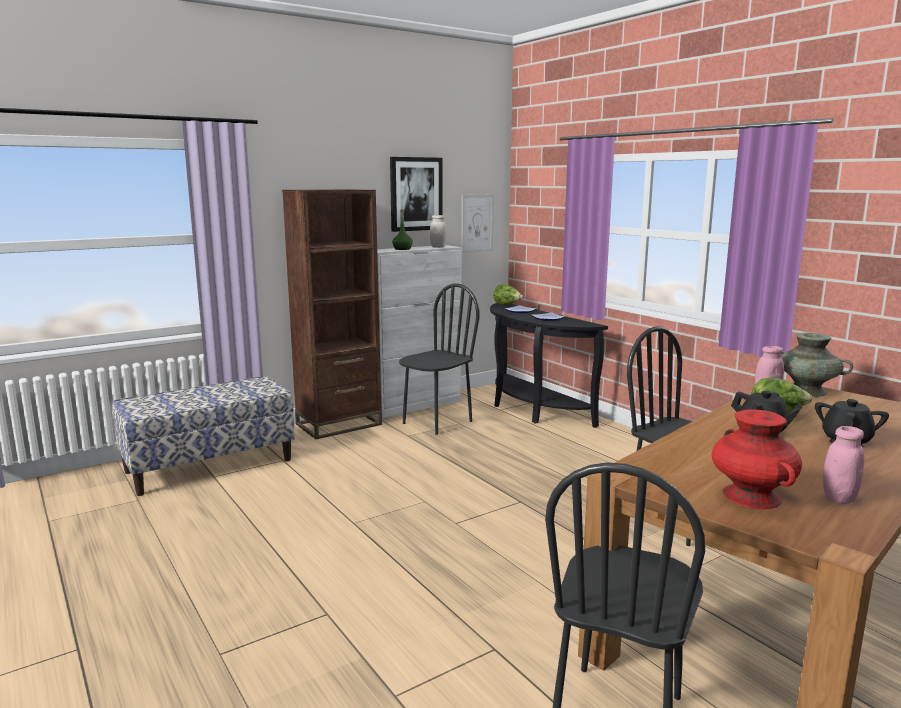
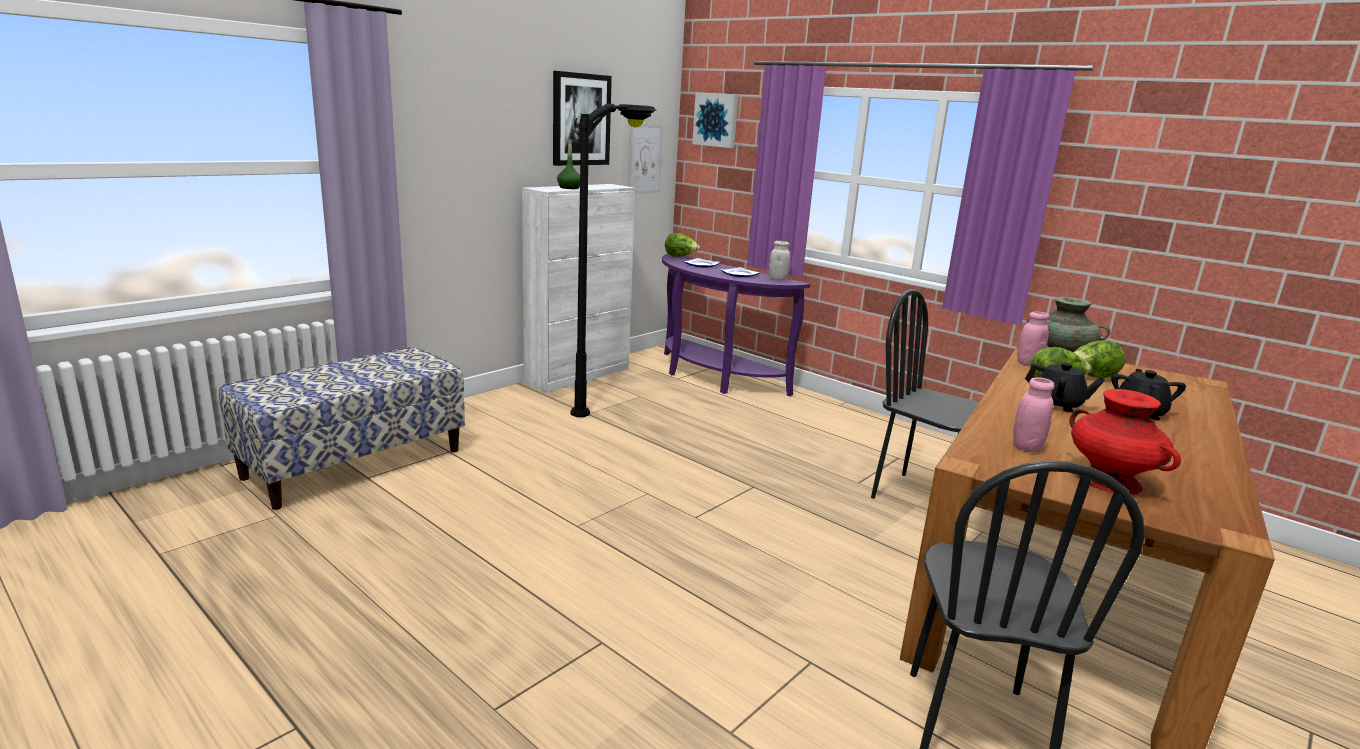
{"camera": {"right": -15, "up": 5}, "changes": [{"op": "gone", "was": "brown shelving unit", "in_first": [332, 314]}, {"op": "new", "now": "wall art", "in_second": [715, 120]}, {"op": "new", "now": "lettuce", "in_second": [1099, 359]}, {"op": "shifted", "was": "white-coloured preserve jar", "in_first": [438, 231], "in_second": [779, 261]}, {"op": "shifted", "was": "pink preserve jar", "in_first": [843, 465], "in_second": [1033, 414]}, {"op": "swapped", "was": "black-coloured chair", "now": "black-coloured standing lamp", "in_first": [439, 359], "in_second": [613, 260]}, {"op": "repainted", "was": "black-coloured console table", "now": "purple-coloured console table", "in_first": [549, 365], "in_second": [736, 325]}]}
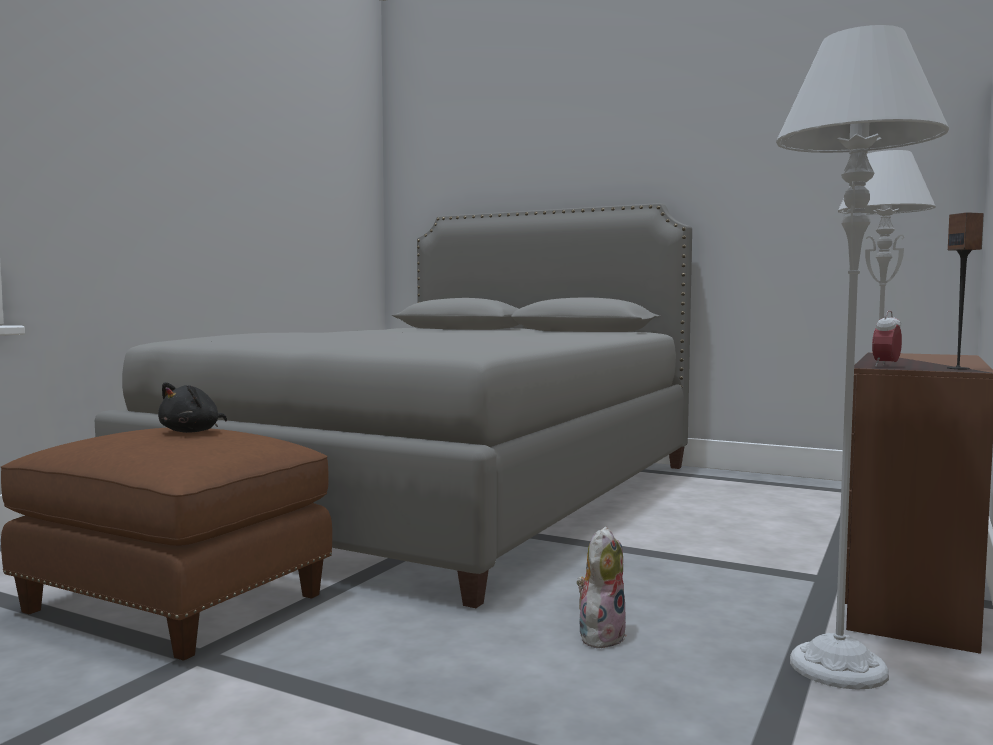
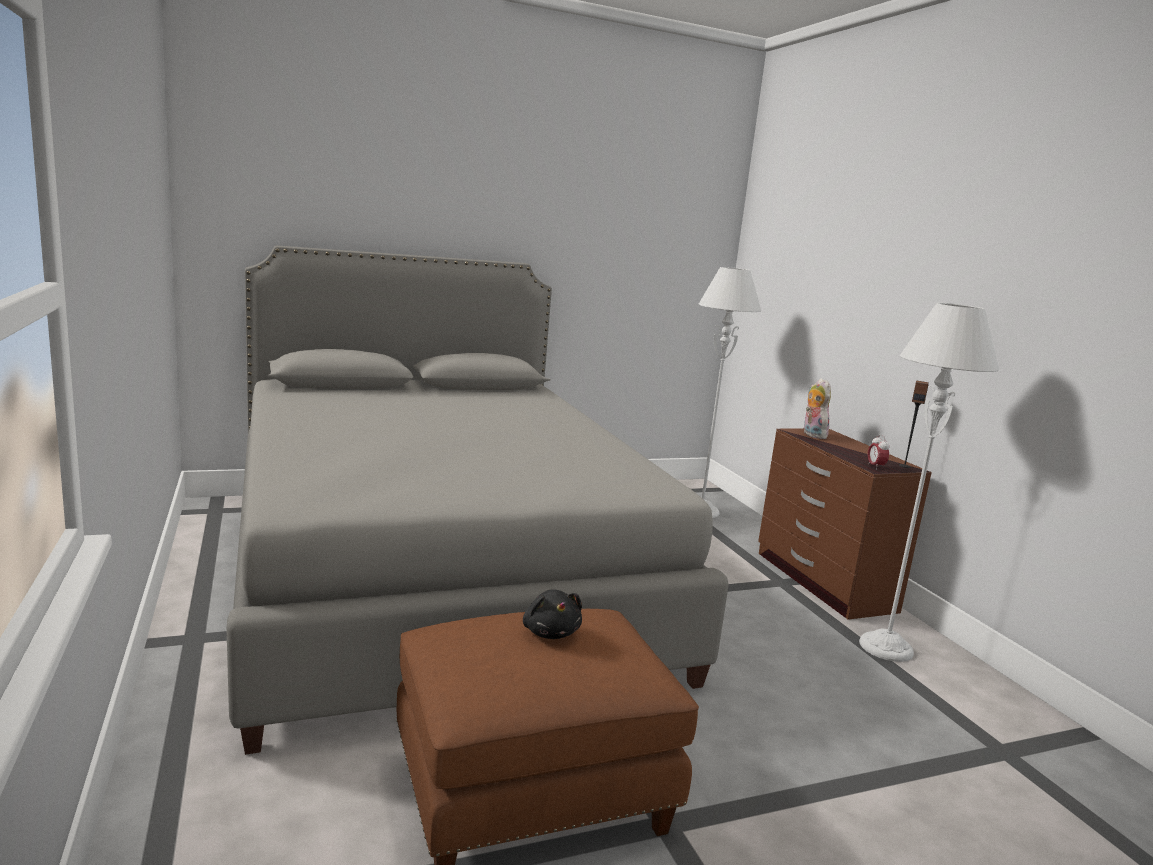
{"camera": {"right": -50, "up": 10}, "changes": [{"op": "shifted", "was": "soft toy", "in_first": [601, 587], "in_second": [817, 408]}]}
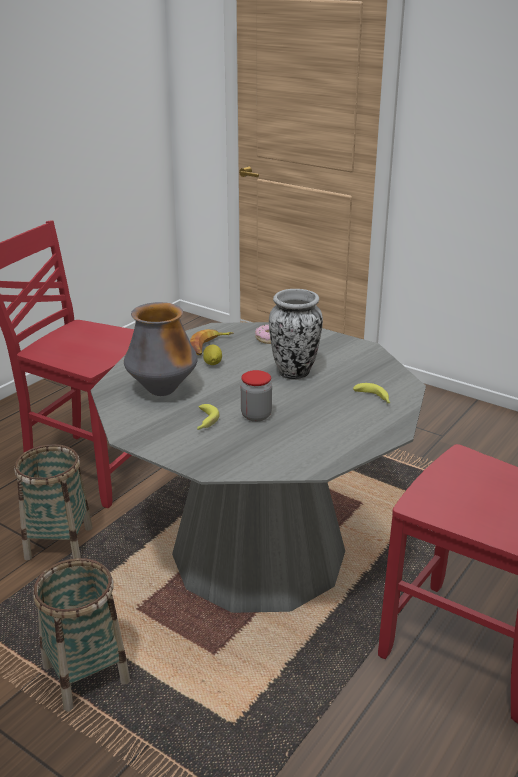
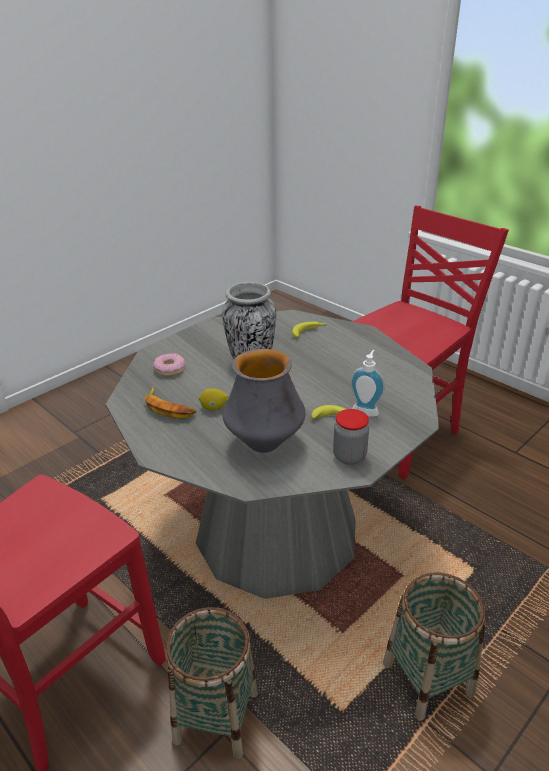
{"camera": {"right": -80, "up": 5}, "changes": [{"op": "new", "now": "soap bottle", "in_second": [367, 383]}, {"op": "shifted", "was": "preserve jar", "in_first": [256, 396], "in_second": [351, 437]}]}
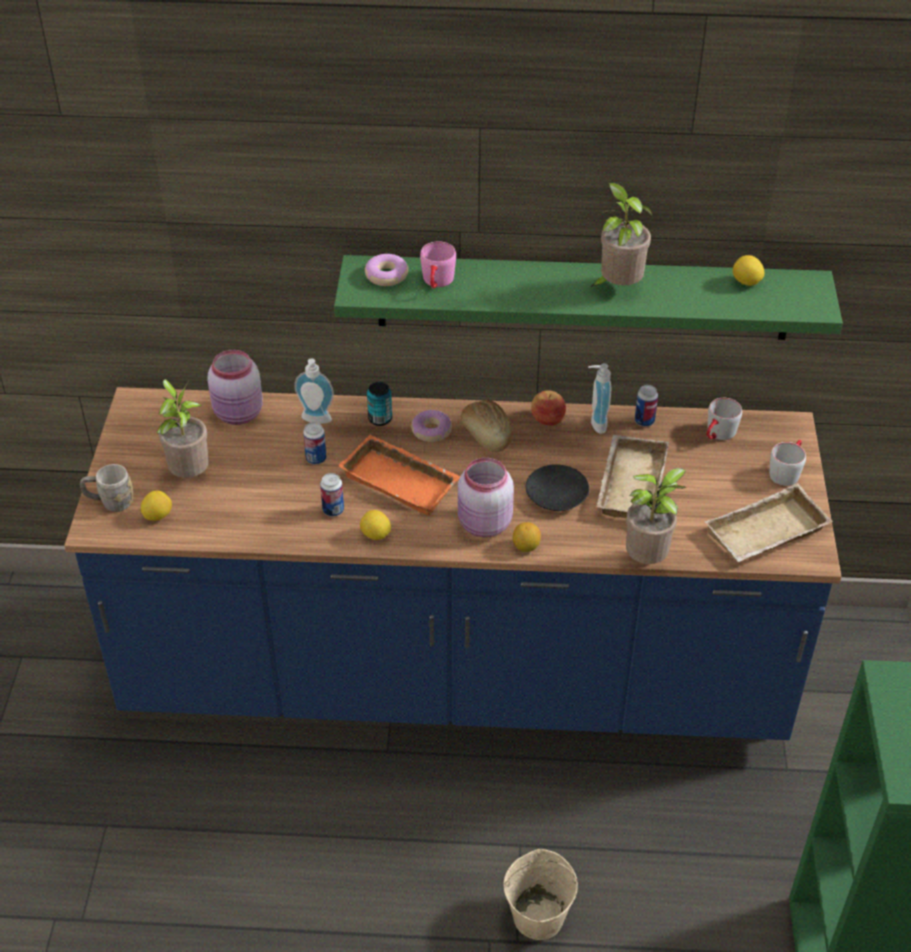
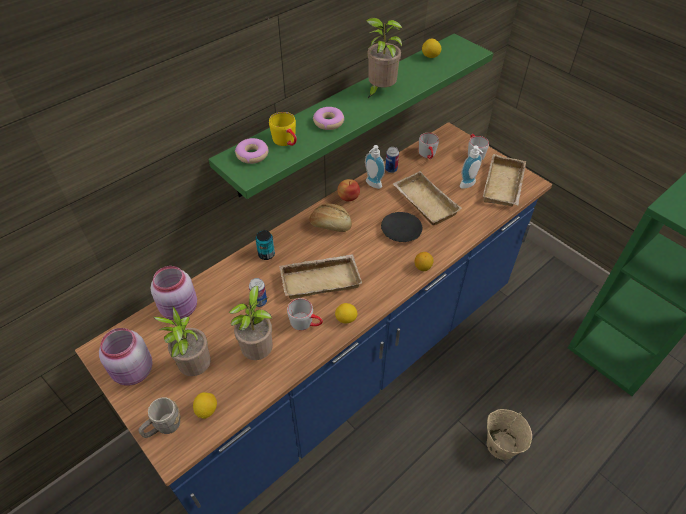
{"camera": {"right": -45, "up": 5}, "changes": [{"op": "shifted", "was": "soap bottle", "in_first": [314, 391], "in_second": [471, 167]}, {"op": "shifted", "was": "ring doughnut", "in_first": [431, 426], "in_second": [328, 118]}, {"op": "shifted", "was": "pink preserve jar", "in_first": [486, 497], "in_second": [126, 357]}, {"op": "shifted", "was": "potted plant", "in_first": [656, 516], "in_second": [251, 323]}, {"op": "swapped", "was": "can", "now": "gray mug", "in_first": [332, 495], "in_second": [305, 314]}, {"op": "repainted", "was": "orange serving tray", "now": "beige-coloured serving tray", "in_first": [399, 475], "in_second": [320, 276]}, {"op": "repainted", "was": "pink mug", "now": "yellow-coloured mug", "in_first": [438, 265], "in_second": [283, 129]}]}
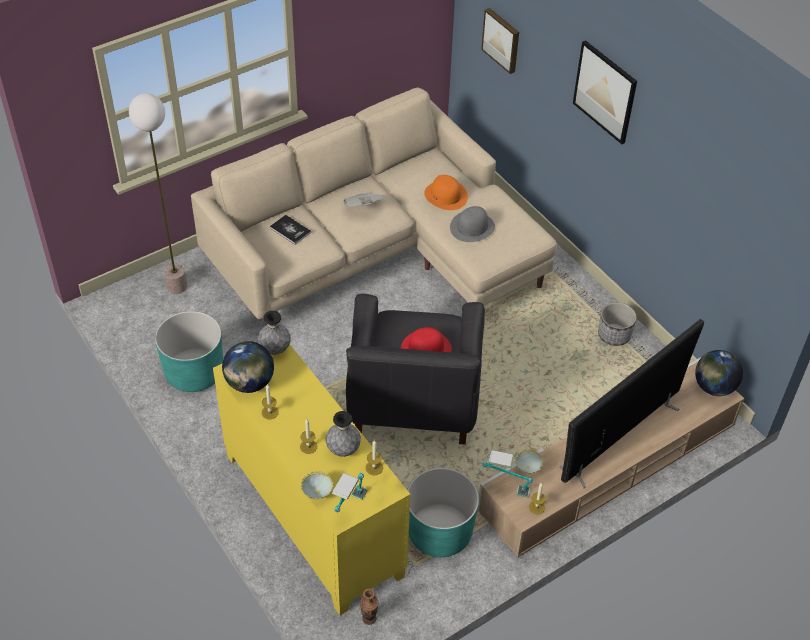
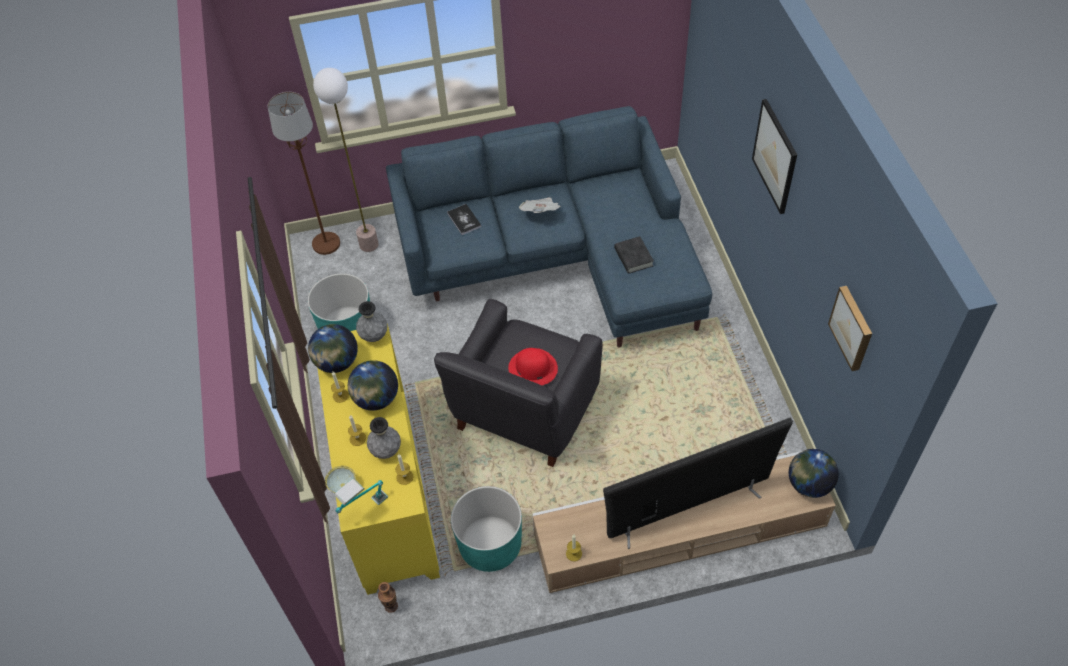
{"camera": {"right": 25, "up": 5}, "changes": [{"op": "gone", "was": "orange hat", "in_first": [446, 192]}, {"op": "gone", "was": "table lamp", "in_first": [507, 473]}, {"op": "gone", "was": "serving bowl", "in_first": [529, 461]}, {"op": "gone", "was": "flower pot", "in_first": [617, 324]}, {"op": "new", "now": "brown standing lamp", "in_second": [304, 173]}, {"op": "new", "now": "desk globe", "in_second": [373, 385]}, {"op": "shifted", "was": "wall art", "in_first": [500, 41], "in_second": [850, 328]}, {"op": "swapped", "was": "gray hat", "now": "black-coloured book", "in_first": [472, 224], "in_second": [634, 255]}, {"op": "repainted", "was": "beige-coloured settee", "now": "bluish settee", "in_first": [374, 203], "in_second": [549, 227]}]}
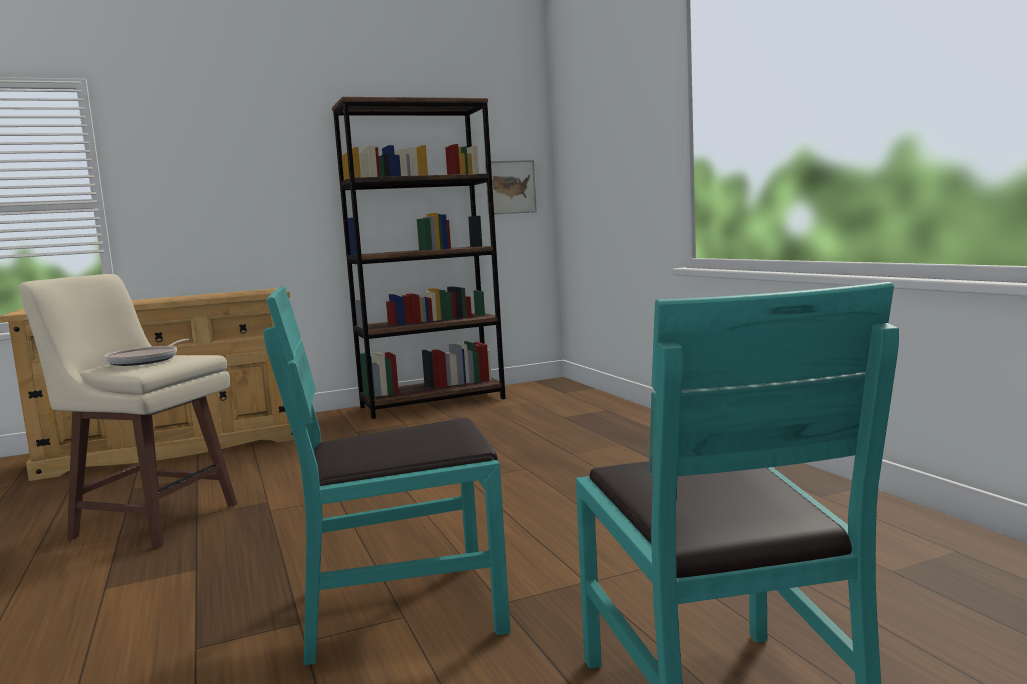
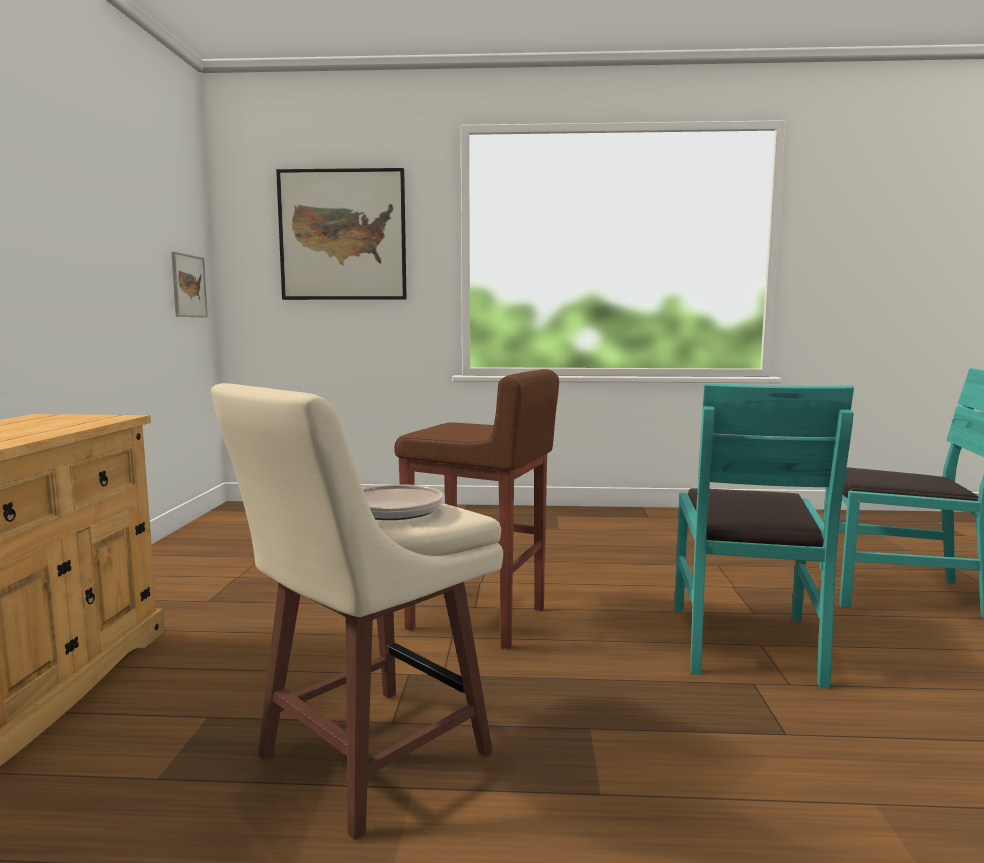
{"camera": {"right": -65, "up": 0}, "changes": [{"op": "gone", "was": "brown shelving unit", "in_first": [419, 258]}, {"op": "new", "now": "wall art", "in_second": [341, 234]}, {"op": "new", "now": "brown stool", "in_second": [476, 509]}]}
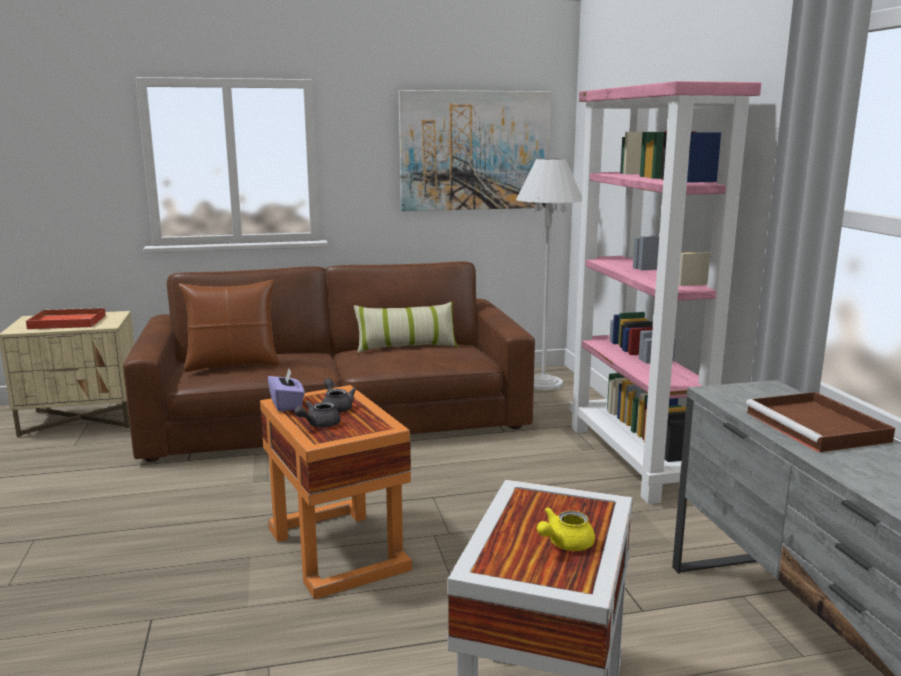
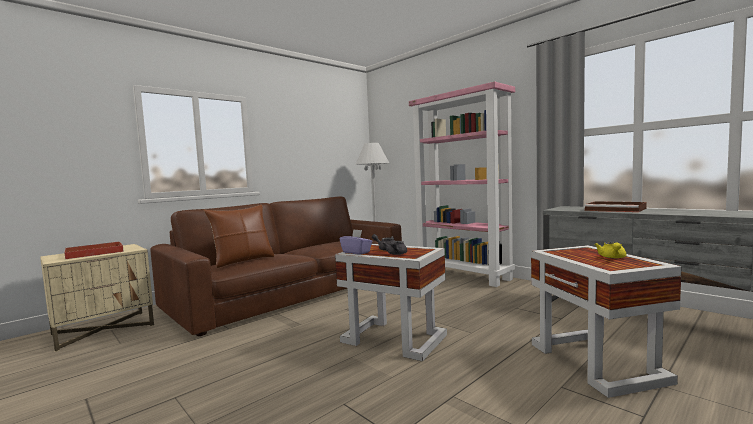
{"camera": {"right": -30, "up": -10}, "changes": [{"op": "gone", "was": "pillow", "in_first": [406, 327]}, {"op": "gone", "was": "wall art", "in_first": [475, 150]}, {"op": "repainted", "was": "orange side table", "now": "white-coloured side table", "in_first": [336, 492], "in_second": [391, 302]}]}
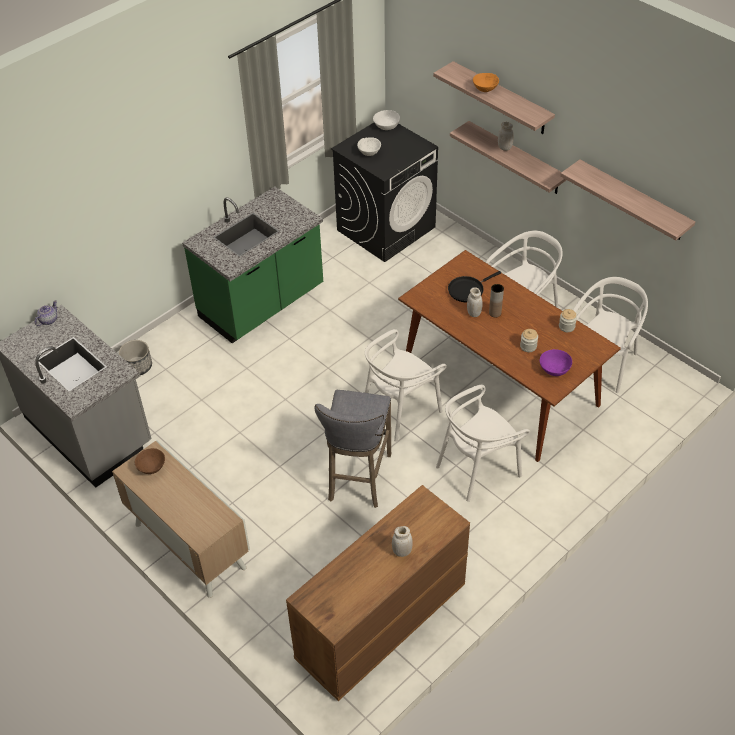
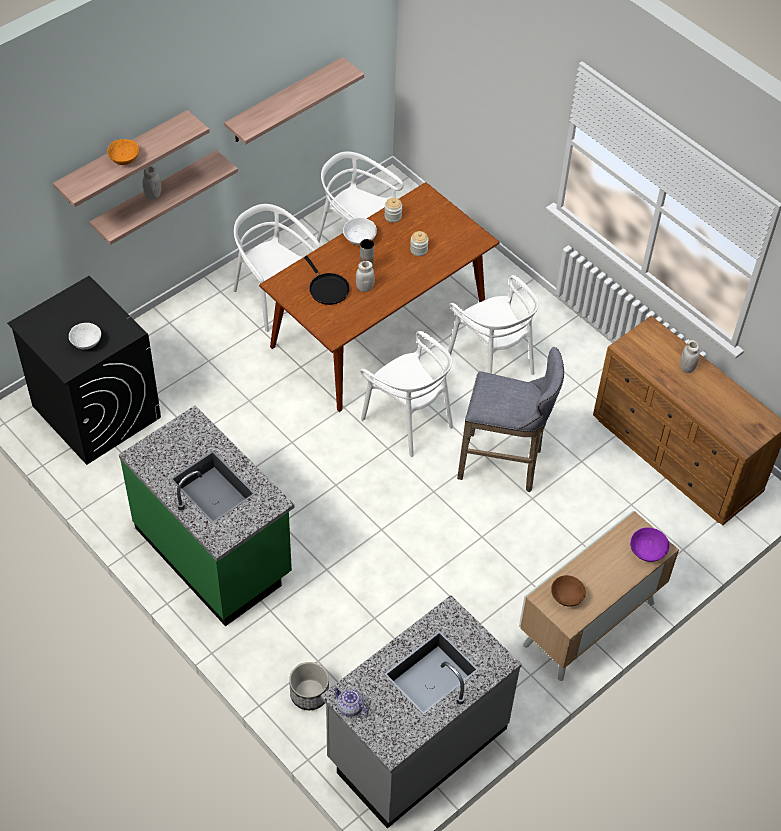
{"camera": {"right": -90, "up": 5}, "changes": [{"op": "shifted", "was": "white-coloured serving bowl", "in_first": [386, 120], "in_second": [360, 231]}, {"op": "shifted", "was": "purple-coloured serving bowl", "in_first": [556, 362], "in_second": [650, 544]}]}
